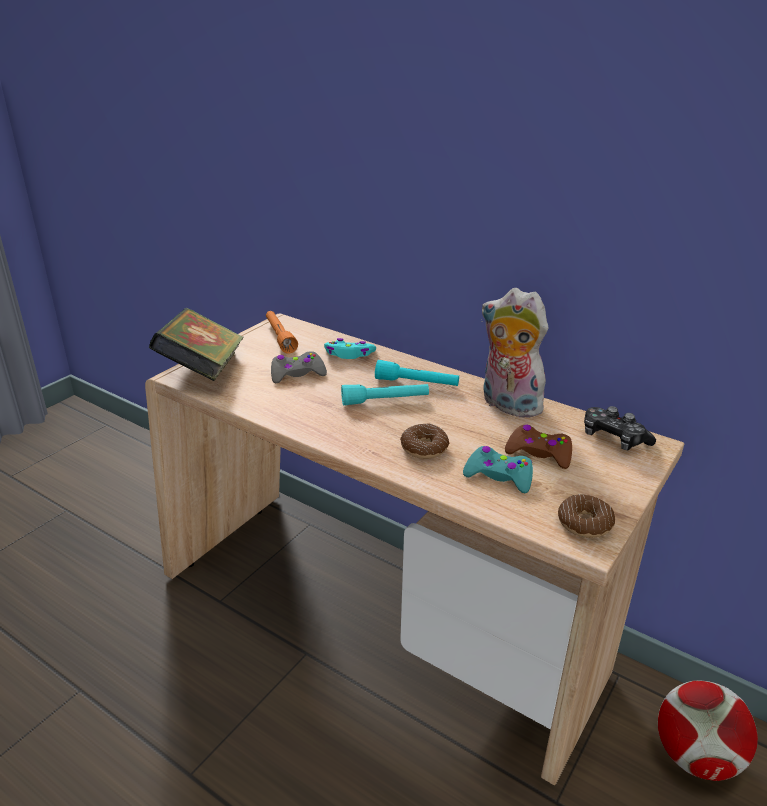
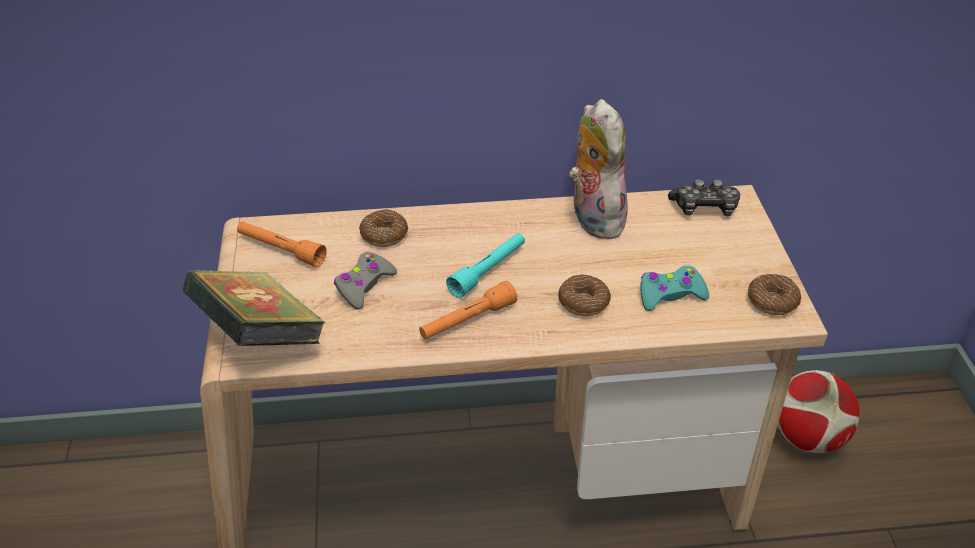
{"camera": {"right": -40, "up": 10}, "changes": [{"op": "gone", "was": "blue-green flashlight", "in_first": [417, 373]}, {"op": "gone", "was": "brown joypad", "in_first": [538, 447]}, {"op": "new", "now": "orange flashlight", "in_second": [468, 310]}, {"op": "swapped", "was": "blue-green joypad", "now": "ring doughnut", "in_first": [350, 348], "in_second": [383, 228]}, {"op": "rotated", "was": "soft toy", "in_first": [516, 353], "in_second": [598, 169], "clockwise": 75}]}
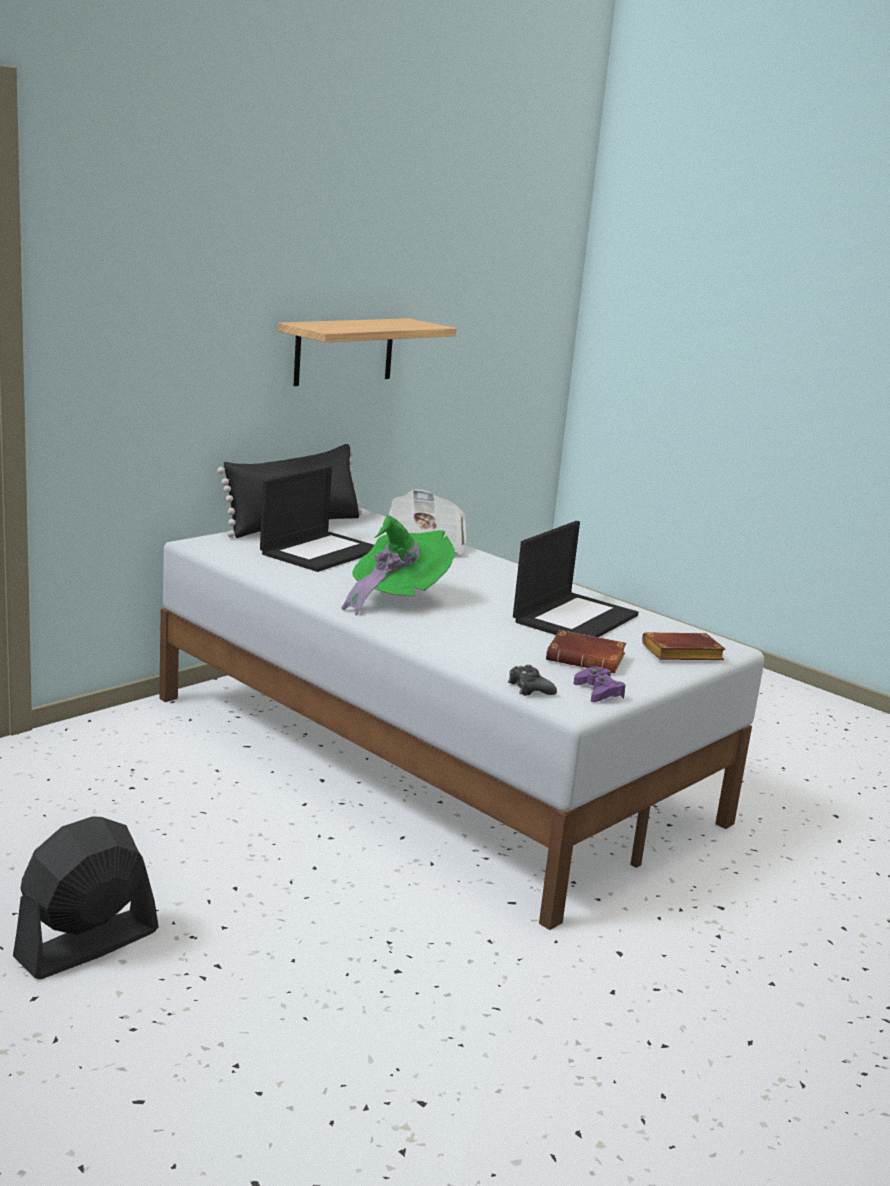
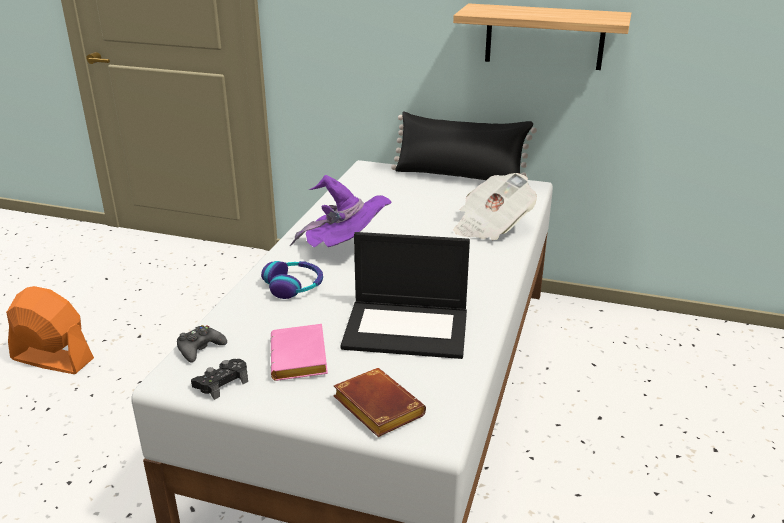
{"camera": {"right": 65, "up": 10}, "changes": [{"op": "gone", "was": "laptop", "in_first": [317, 518]}, {"op": "new", "now": "headphones", "in_second": [292, 280]}, {"op": "repainted", "was": "black-coloured cooling fan", "now": "orange cooling fan", "in_first": [86, 897], "in_second": [50, 330]}, {"op": "repainted", "was": "green-coloured hat", "now": "purple-coloured hat", "in_first": [398, 565], "in_second": [340, 211]}, {"op": "repainted", "was": "brown book", "now": "pink book", "in_first": [586, 651], "in_second": [299, 352]}, {"op": "repainted", "was": "purple-coloured joypad", "now": "black-coloured joypad", "in_first": [599, 684], "in_second": [219, 379]}]}
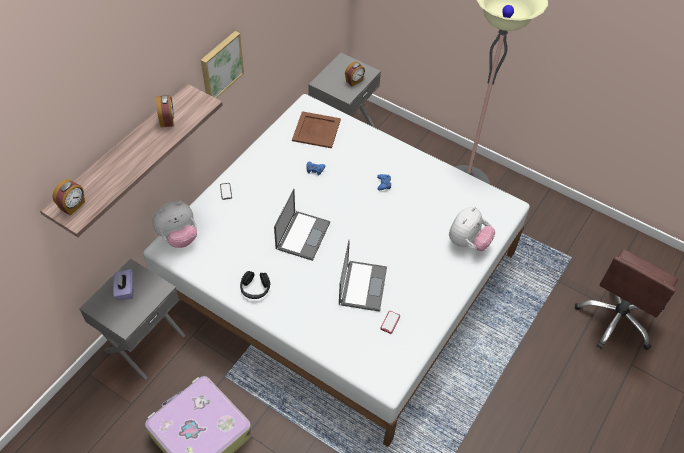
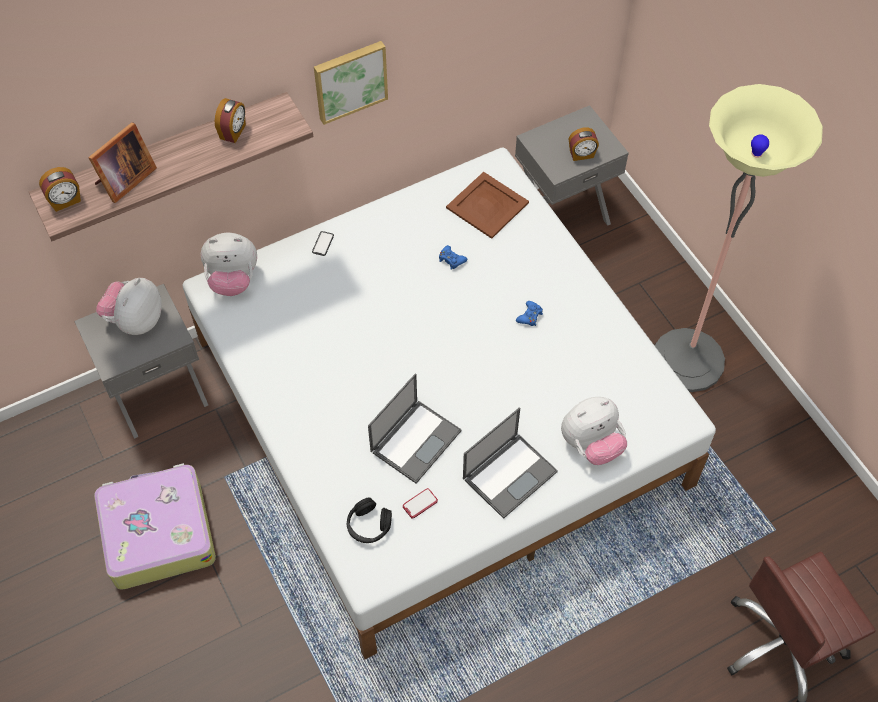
{"camera": {"right": 30, "up": 5}, "changes": [{"op": "new", "now": "picture frame", "in_second": [122, 162]}, {"op": "shifted", "was": "black-coloured headphones", "in_first": [255, 285], "in_second": [369, 520]}, {"op": "shifted", "was": "laptop", "in_first": [302, 225], "in_second": [510, 463]}, {"op": "swapped", "was": "purple-coloured tissue holder", "now": "soft toy", "in_first": [123, 284], "in_second": [129, 306]}]}
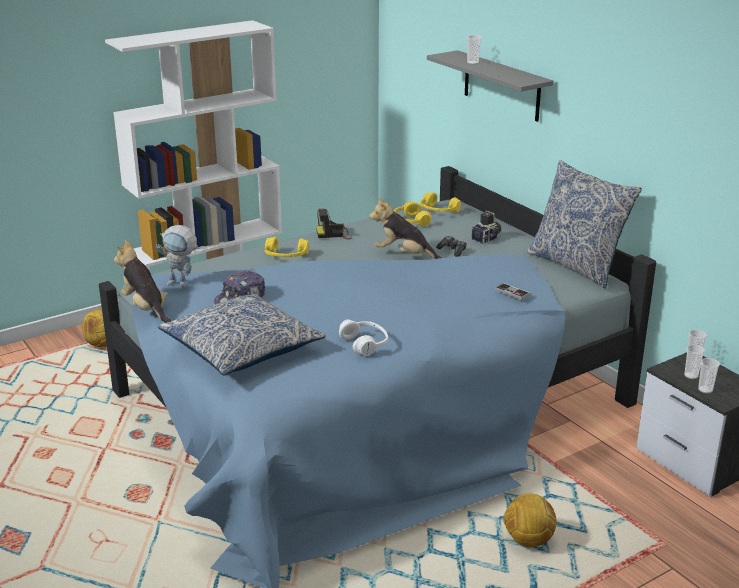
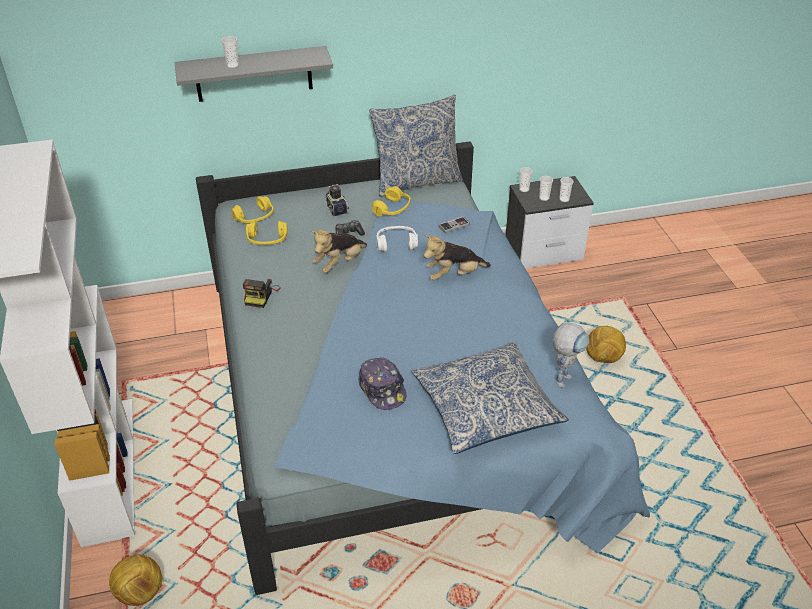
{"camera": {"right": -70, "up": 15}, "changes": [{"op": "shifted", "was": "soft toy", "in_first": [142, 281], "in_second": [457, 257]}, {"op": "shifted", "was": "toy robot", "in_first": [178, 256], "in_second": [571, 355]}, {"op": "shifted", "was": "yellow-coloured headphones", "in_first": [287, 247], "in_second": [391, 201]}, {"op": "shifted", "was": "white-coloured headphones", "in_first": [363, 337], "in_second": [397, 239]}]}
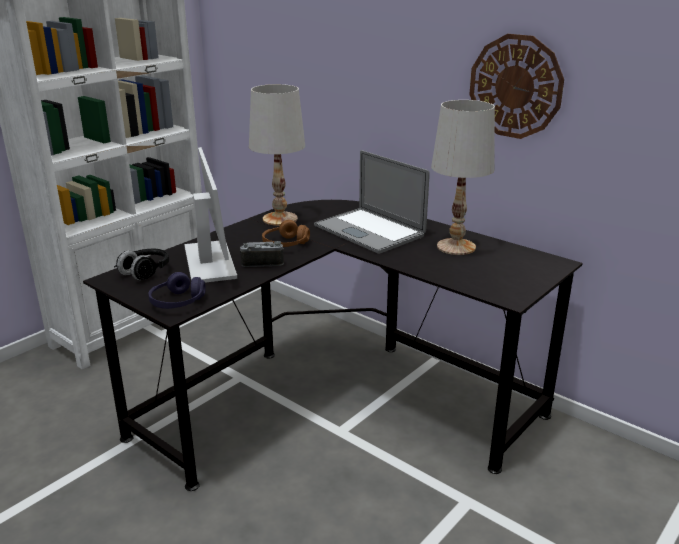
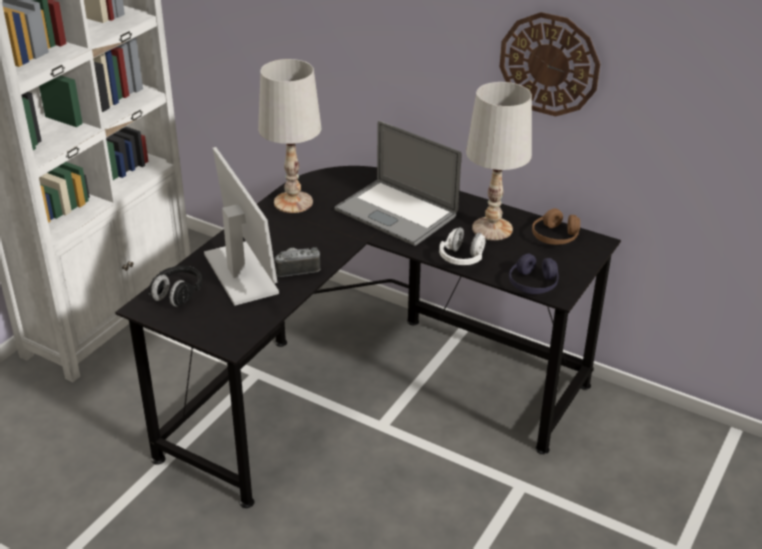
{"camera": {"right": -10, "up": 10}, "changes": [{"op": "new", "now": "white-coloured headphones", "in_second": [462, 246]}, {"op": "shifted", "was": "purple-coloured headphones", "in_first": [177, 290], "in_second": [534, 274]}, {"op": "shifted", "was": "brown headphones", "in_first": [286, 233], "in_second": [556, 226]}]}
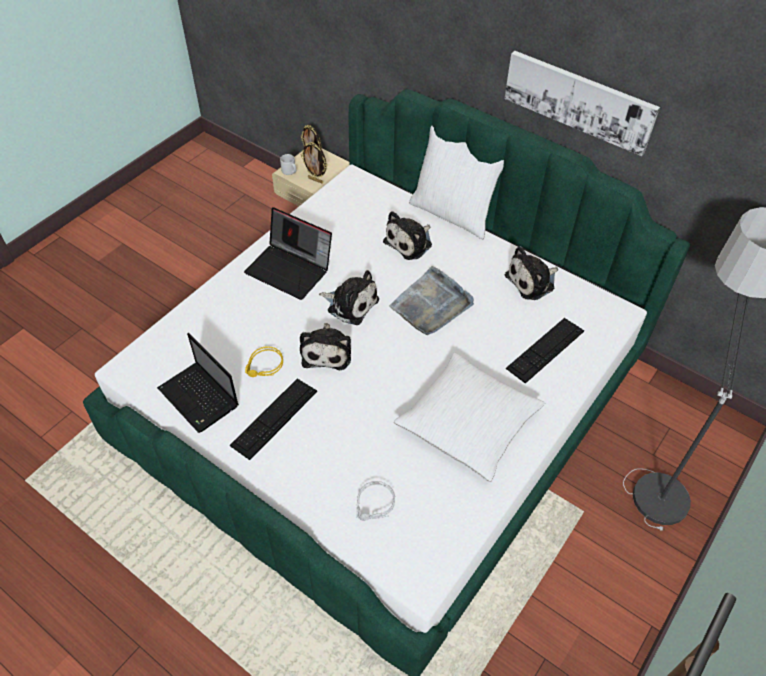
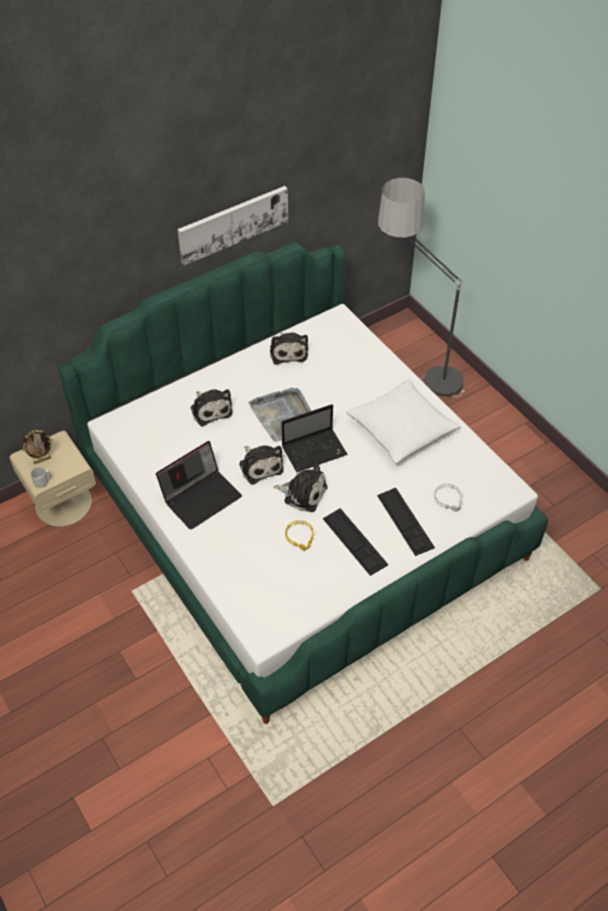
{"camera": {"right": -70, "up": 0}, "changes": [{"op": "gone", "was": "picture frame", "in_first": [314, 163]}, {"op": "gone", "was": "white-coloured pillow", "in_first": [456, 182]}, {"op": "shifted", "was": "laptop", "in_first": [198, 383], "in_second": [314, 438]}, {"op": "shifted", "was": "keyboard", "in_first": [545, 350], "in_second": [406, 522]}, {"op": "rotated", "was": "soft toy", "in_first": [349, 297], "in_second": [261, 464], "clockwise": 105}]}
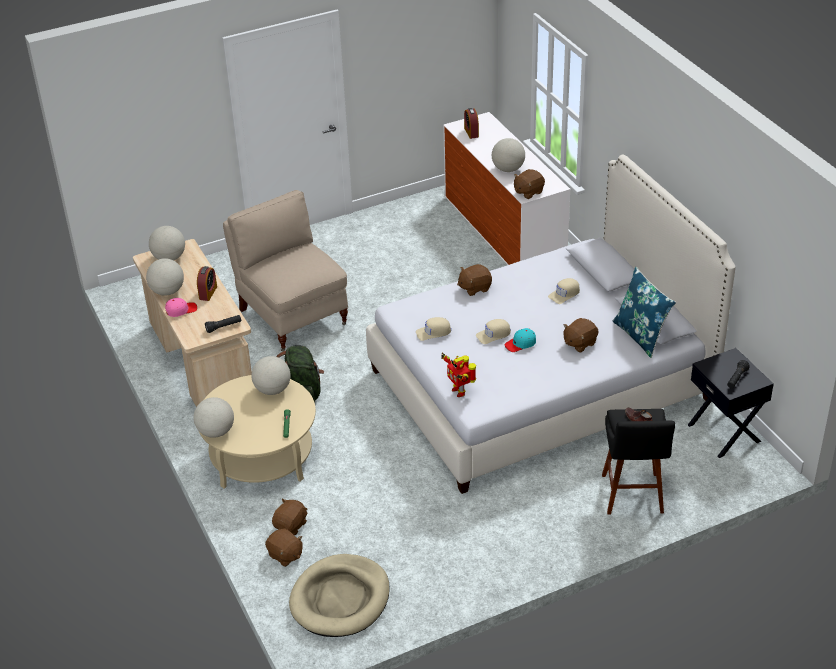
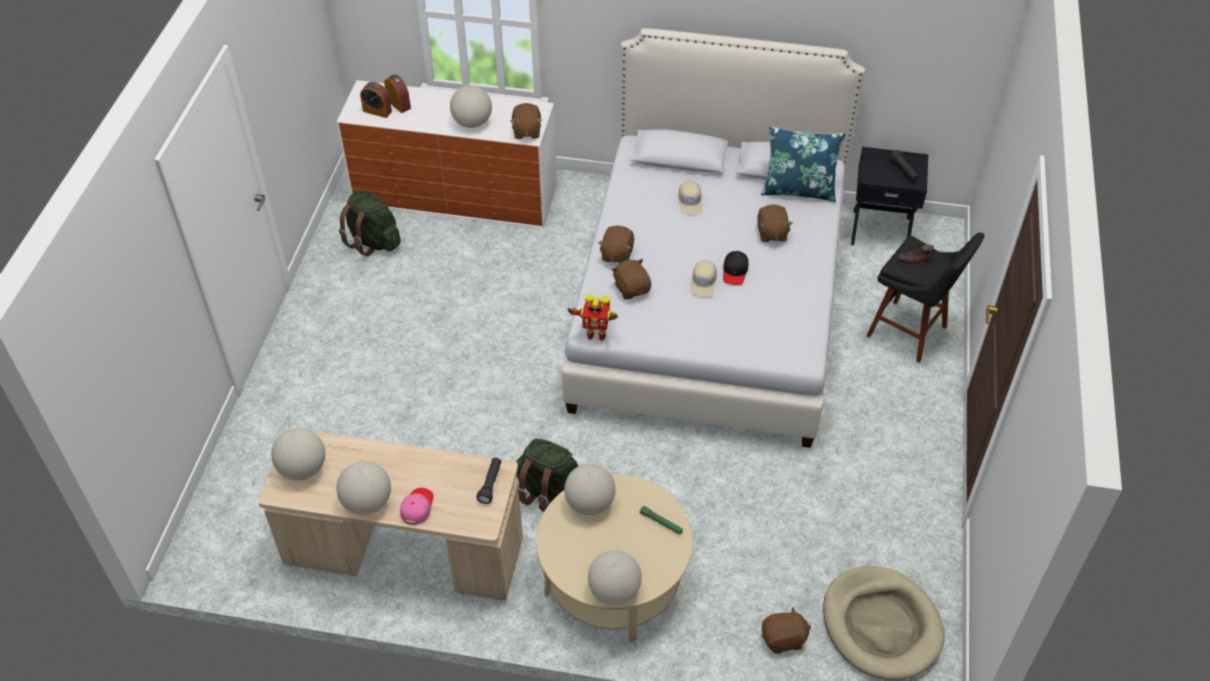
{"camera": {"right": -55, "up": 10}, "changes": [{"op": "gone", "was": "beige-coloured chair", "in_first": [285, 270]}, {"op": "gone", "was": "beige-coloured peaked cap", "in_first": [433, 329]}, {"op": "new", "now": "green-coloured knapsack", "in_second": [370, 223]}, {"op": "shifted", "was": "table clock", "in_first": [207, 283], "in_second": [397, 94]}, {"op": "shifted", "was": "brown soft toy", "in_first": [289, 516], "in_second": [631, 279]}, {"op": "shifted", "was": "toy robot", "in_first": [458, 375], "in_second": [592, 317]}, {"op": "repainted", "was": "blue-green peaked cap", "now": "black-coloured peaked cap", "in_first": [520, 340], "in_second": [735, 268]}]}
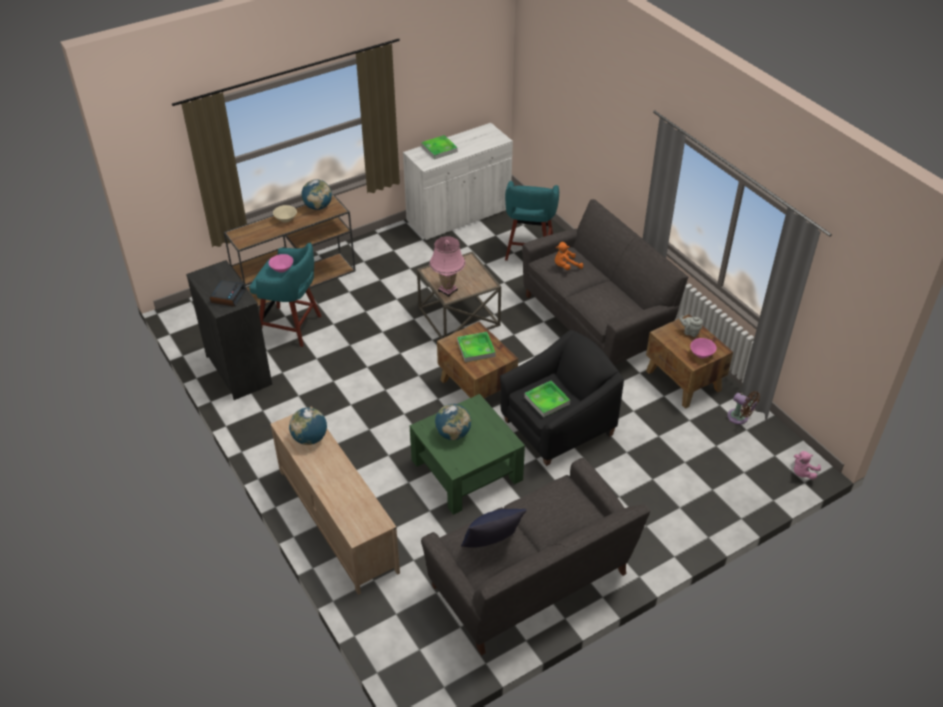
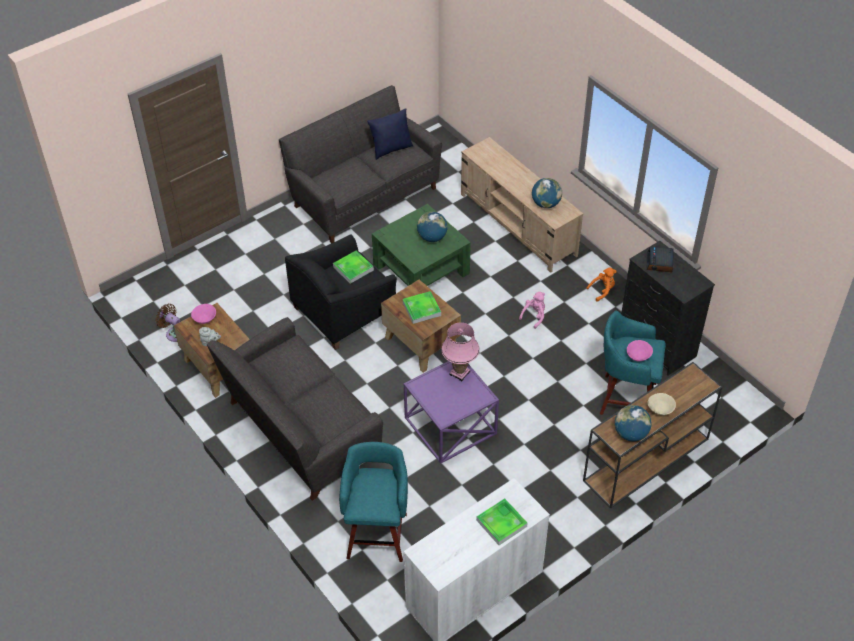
{"camera": {"right": 175, "up": 5}, "changes": [{"op": "shifted", "was": "orange soft toy", "in_first": [569, 256], "in_second": [601, 284]}, {"op": "shifted", "was": "pink soft toy", "in_first": [807, 465], "in_second": [532, 310]}, {"op": "repainted", "was": "brown side table", "now": "purple-coloured side table", "in_first": [459, 295], "in_second": [451, 412]}]}
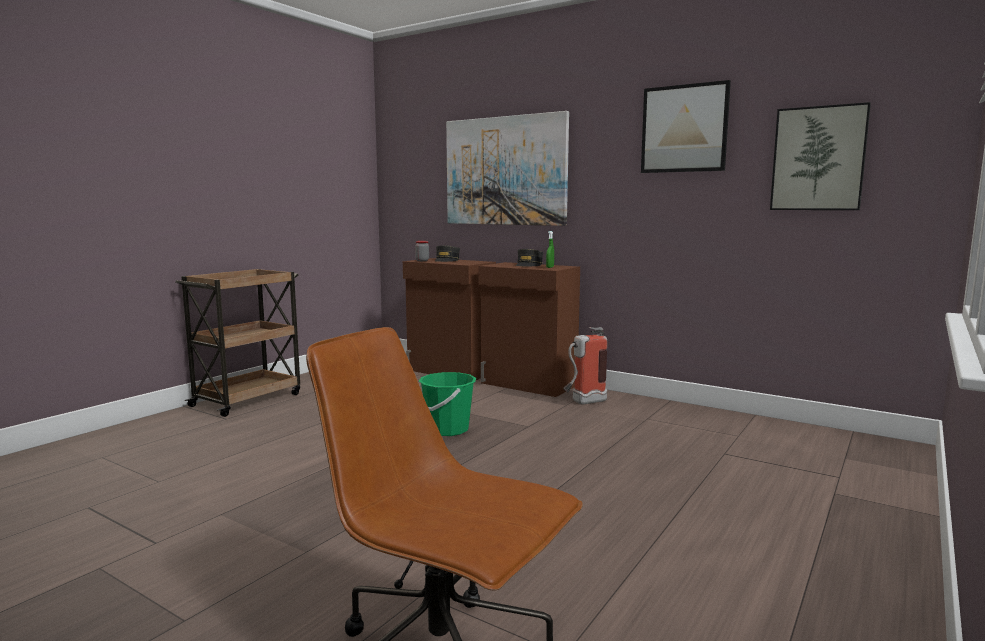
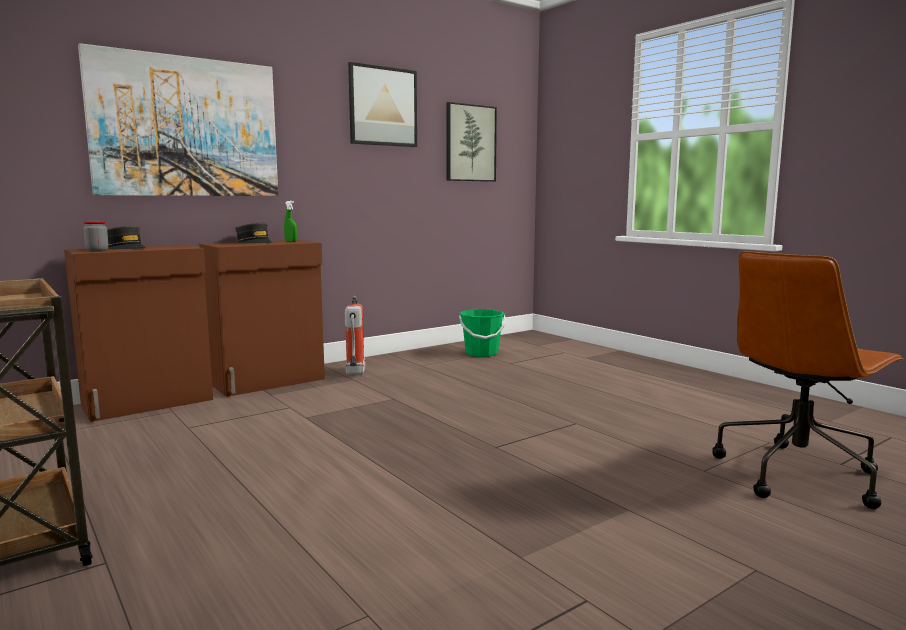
{"camera": {"right": -70, "up": 0}, "changes": [{"op": "shifted", "was": "green-coloured bucket", "in_first": [447, 404], "in_second": [482, 333]}]}
